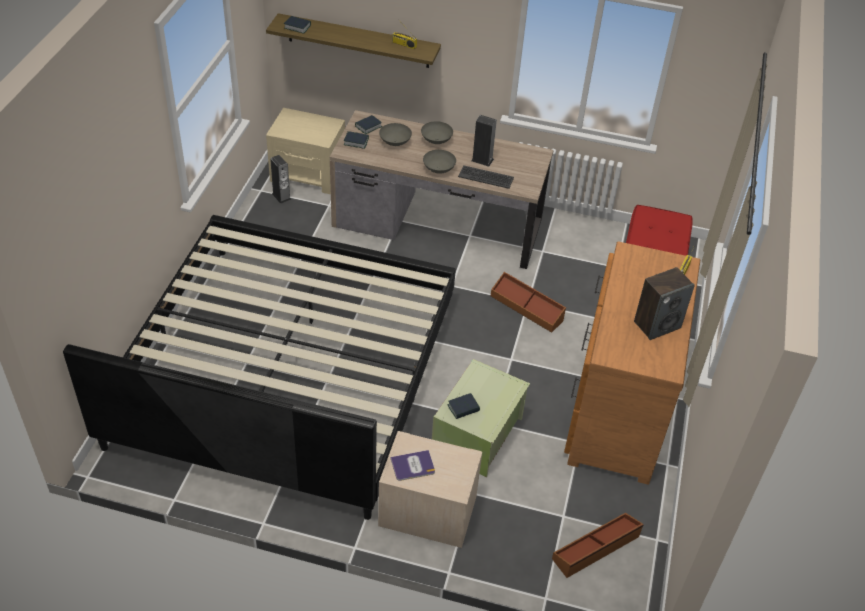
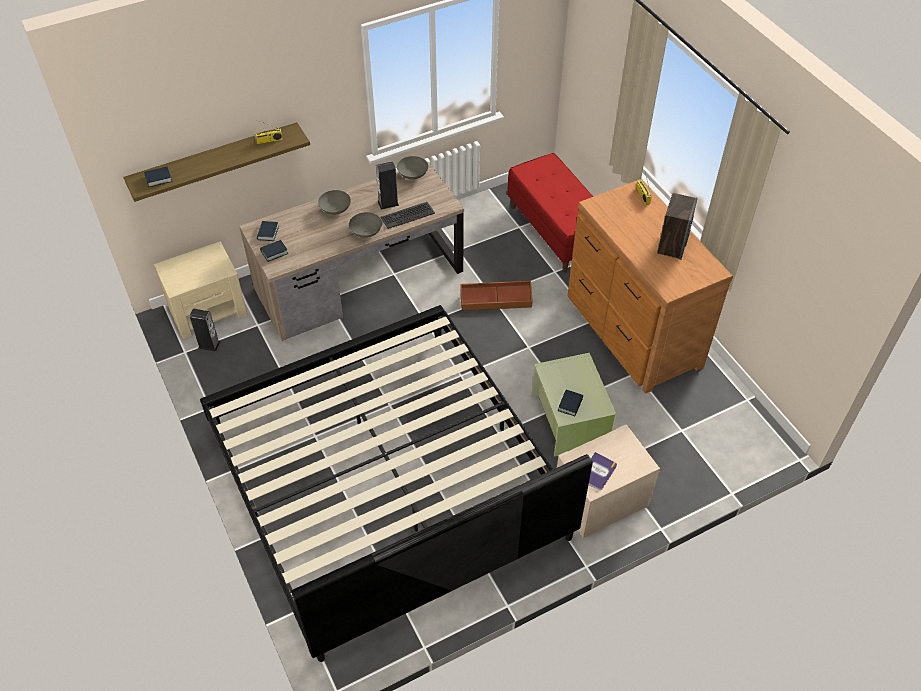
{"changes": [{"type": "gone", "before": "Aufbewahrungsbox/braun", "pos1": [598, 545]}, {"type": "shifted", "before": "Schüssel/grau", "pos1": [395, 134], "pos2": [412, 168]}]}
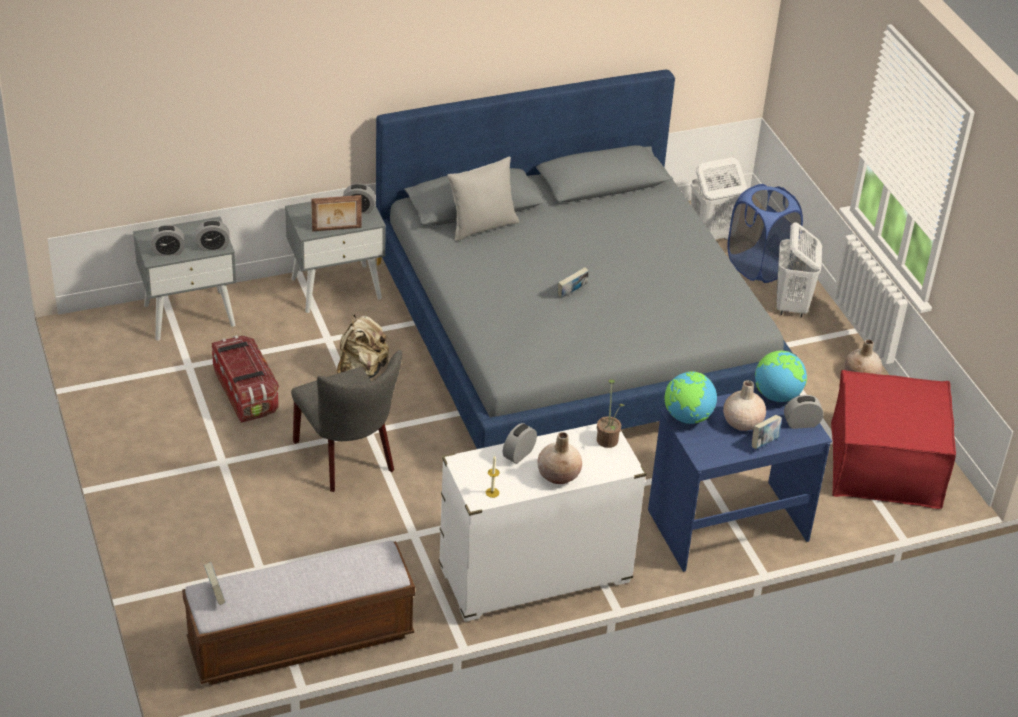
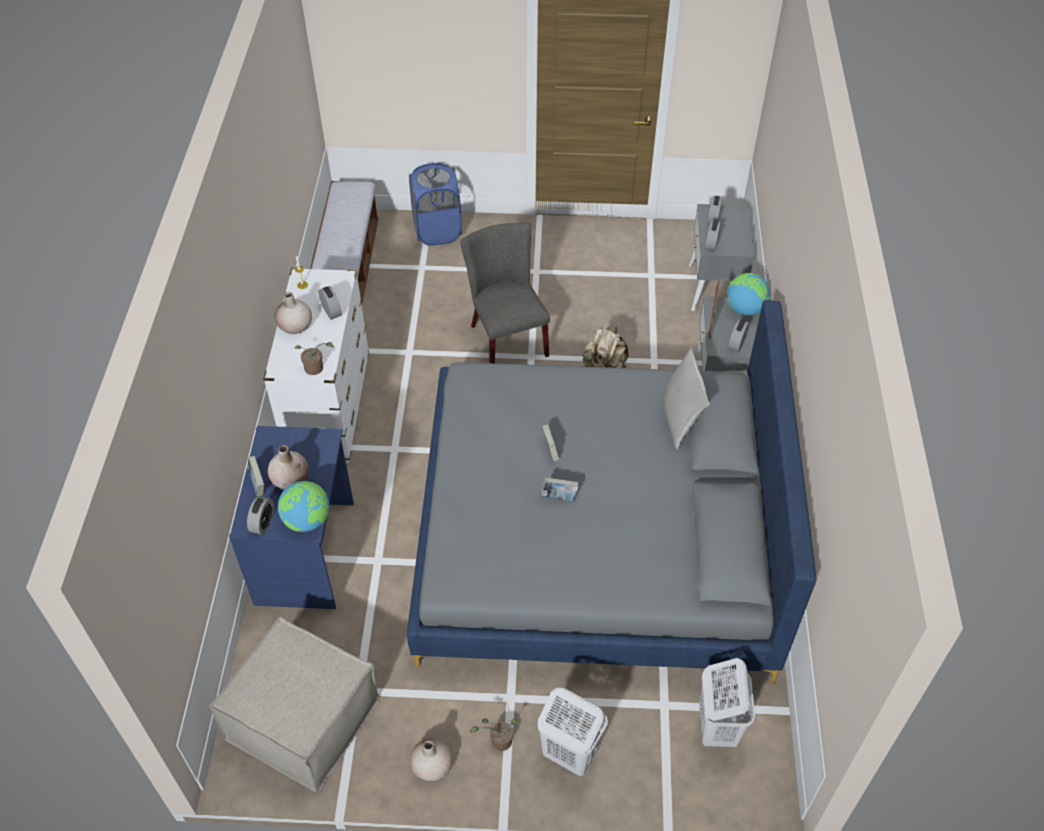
{"changes": [{"type": "gone", "before": "Aufbewahrungsbox", "pos1": [245, 379]}, {"type": "new", "after": "Topfpflanze", "pos2": [493, 734]}, {"type": "shifted", "before": "Buch", "pos1": [215, 583], "pos2": [560, 489]}, {"type": "shifted", "before": "Globus", "pos1": [691, 397], "pos2": [748, 294]}, {"type": "shifted", "before": "Wäschekorb/blau", "pos1": [765, 233], "pos2": [435, 204]}, {"type": "repainted", "before": "Polsterhocker/rot", "after": "Polsterhocker/beige", "pos1": [893, 439], "pos2": [294, 704]}, {"type": "rotated", "before": "Stuhl/grau", "pos1": [346, 421], "pos2": [505, 292], "turn": 75}]}
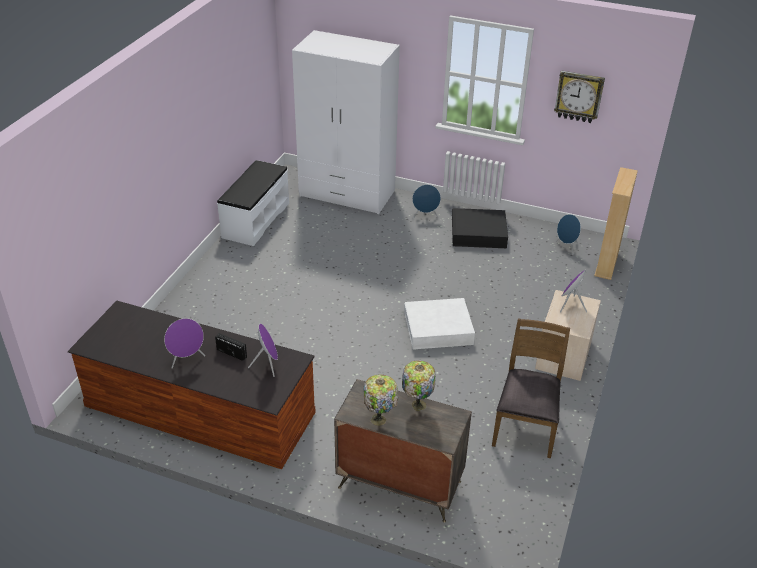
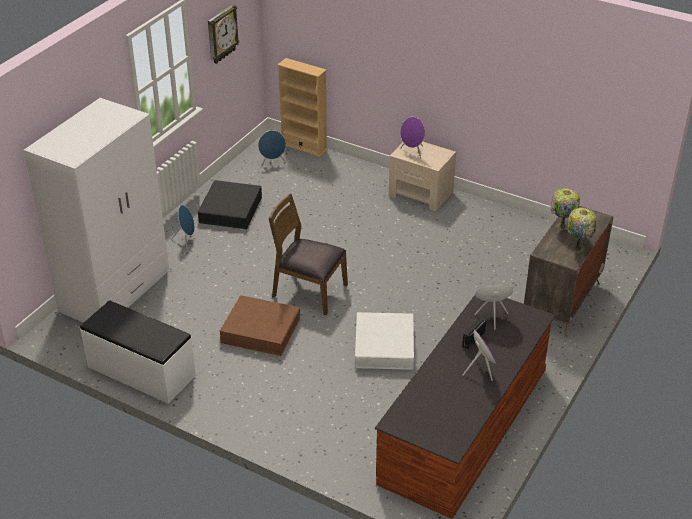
{"changes": [{"type": "new", "after": "Aufbewahrungsbox/braun", "pos2": [260, 325]}, {"type": "shifted", "before": "Aufbewahrungsbox/weiß", "pos1": [439, 323], "pos2": [384, 341]}, {"type": "shifted", "before": "Stuhl/braun", "pos1": [531, 388], "pos2": [308, 254]}]}
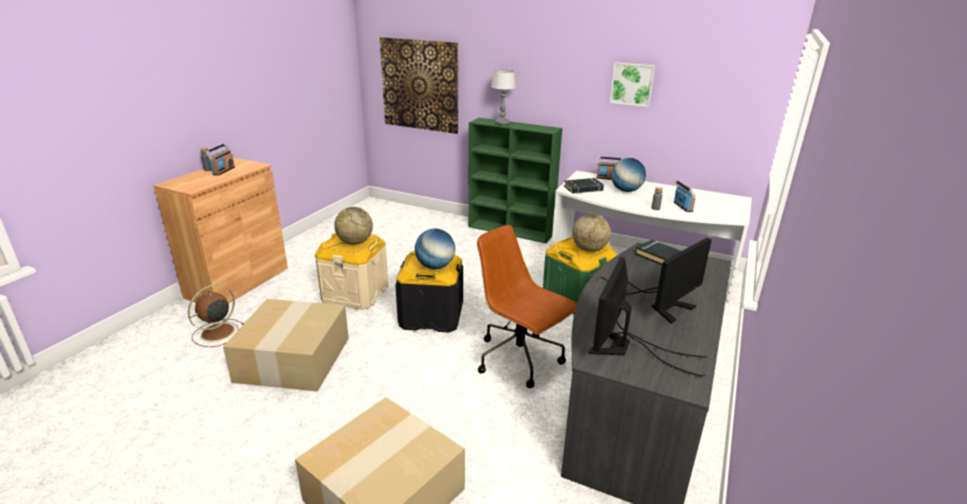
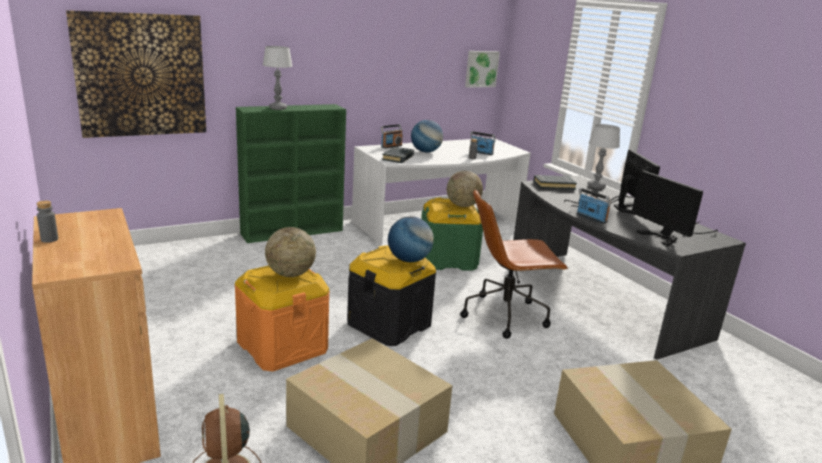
{"changes": [{"type": "new", "after": "Tischlampe", "pos2": [603, 156]}, {"type": "shifted", "before": "Radio", "pos1": [220, 160], "pos2": [594, 206]}, {"type": "shifted", "before": "Bild", "pos1": [632, 84], "pos2": [482, 69]}, {"type": "repainted", "before": "Aufbewahrungsbox/beige", "after": "Aufbewahrungsbox/orange", "pos1": [351, 271], "pos2": [282, 318]}]}
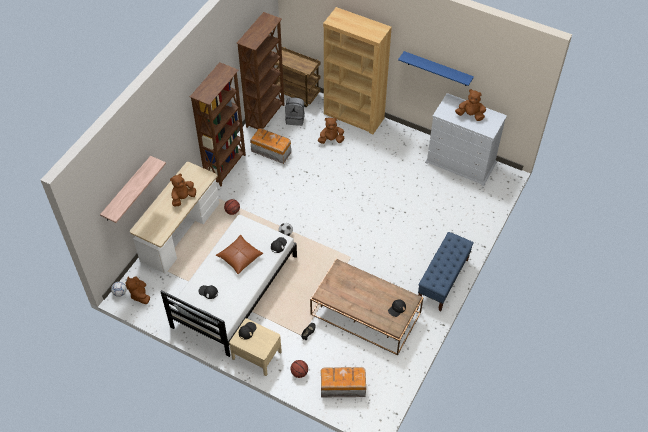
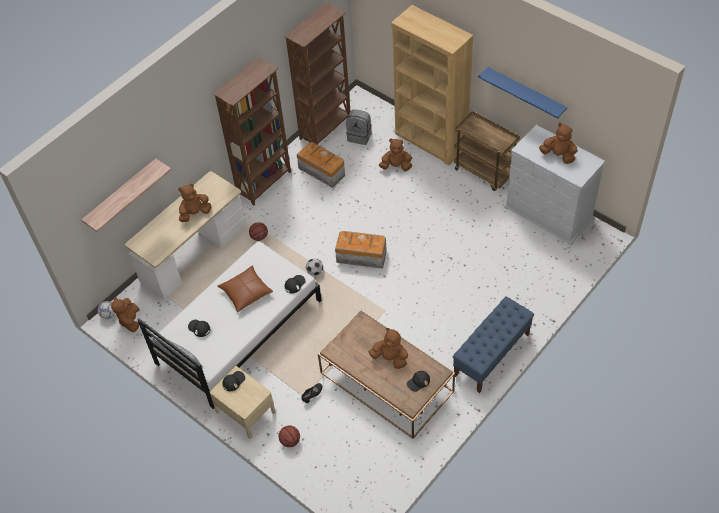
{"changes": [{"type": "new", "after": "Plüschtier/braun", "pos2": [388, 348]}, {"type": "shifted", "before": "Rollwagen/braun", "pos1": [297, 77], "pos2": [487, 151]}, {"type": "shifted", "before": "Aufbewahrungsbox", "pos1": [343, 382], "pos2": [361, 250]}]}
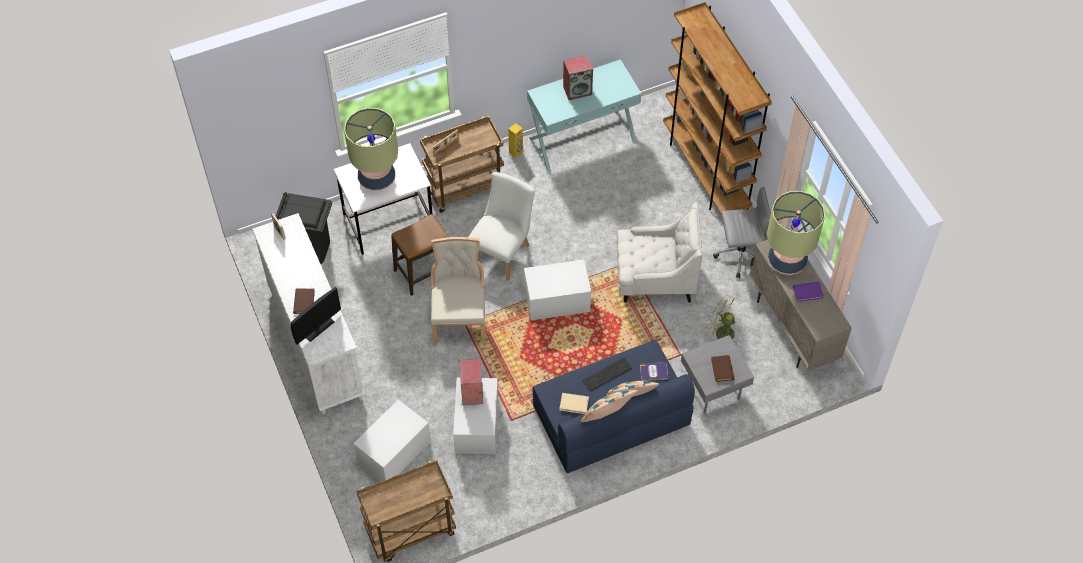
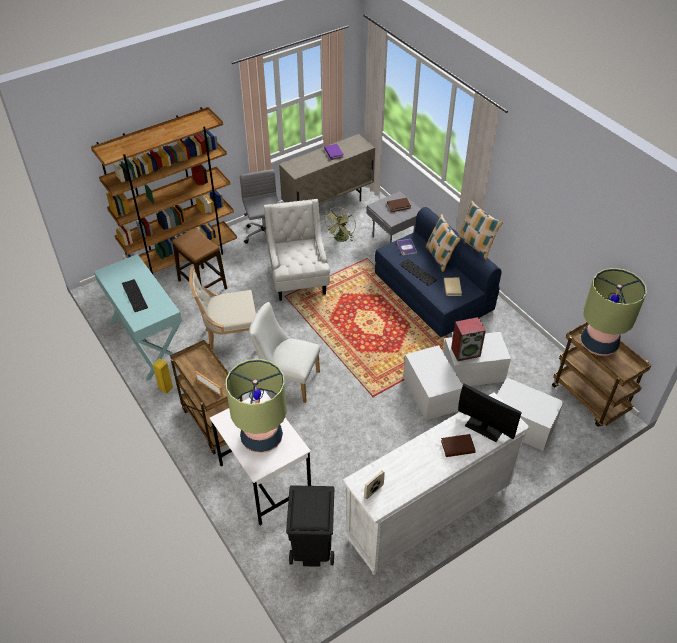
{"changes": [{"type": "shifted", "before": "Hocker", "pos1": [420, 255], "pos2": [199, 258]}, {"type": "shifted", "before": "Stuhl/beige", "pos1": [459, 291], "pos2": [222, 308]}, {"type": "shifted", "before": "Aufbewahrungsbox/weiß", "pos1": [557, 290], "pos2": [433, 383]}, {"type": "shifted", "before": "Tischlampe", "pos1": [796, 233], "pos2": [614, 312]}, {"type": "swapped", "before": "Lautsprecher", "after": "Tastatur", "pos1": [578, 77], "pos2": [135, 295]}]}
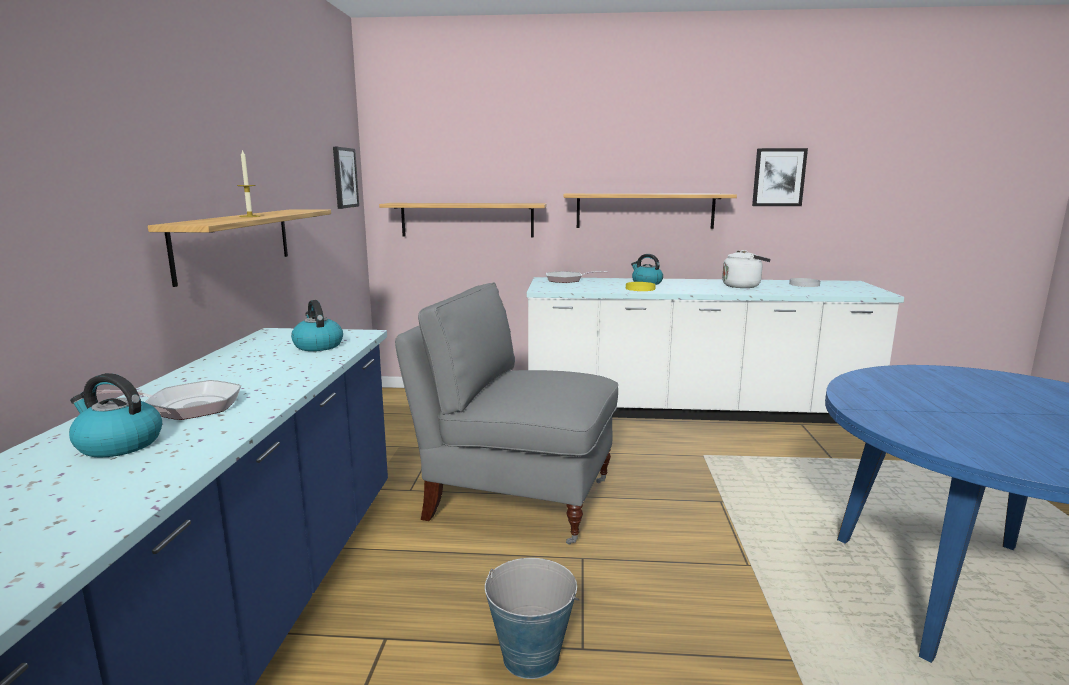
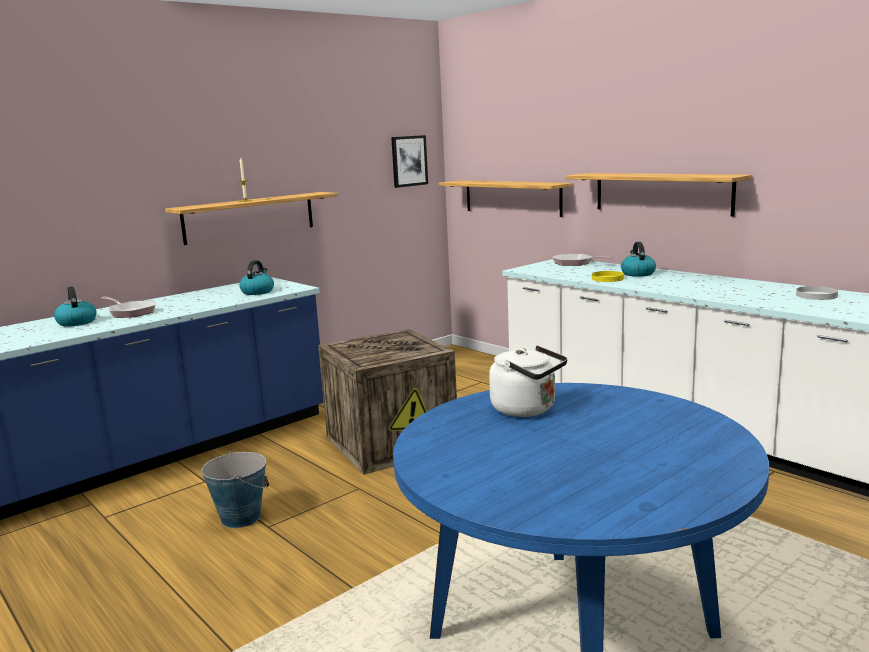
{"changes": [{"type": "gone", "before": "Bild", "pos1": [780, 177]}, {"type": "shifted", "before": "Wasserkessel/weiß", "pos1": [746, 269], "pos2": [528, 381]}, {"type": "swapped", "before": "Stuhl/grau", "after": "Kiste", "pos1": [506, 413], "pos2": [387, 402]}]}
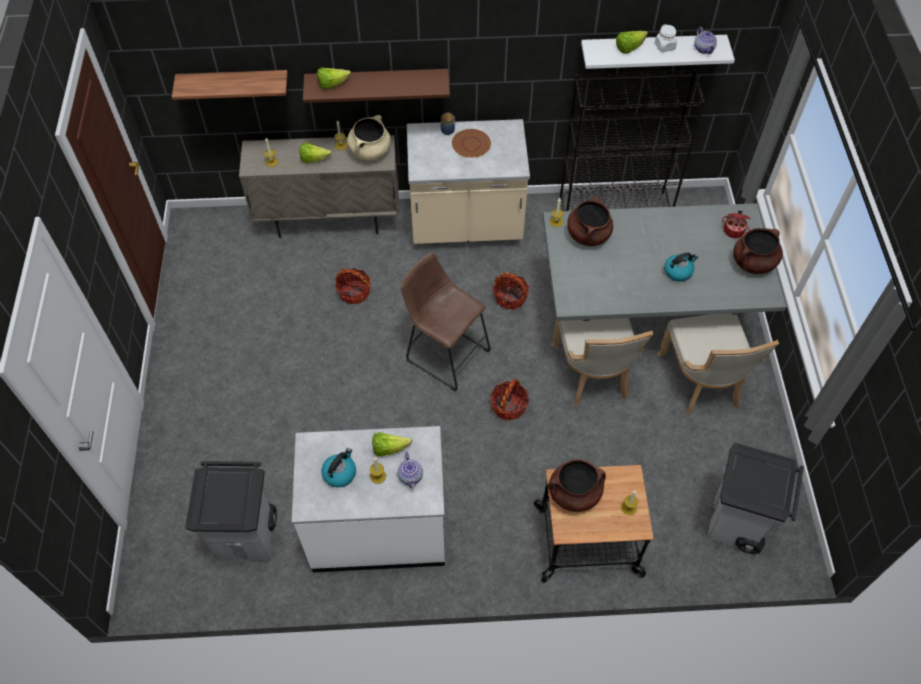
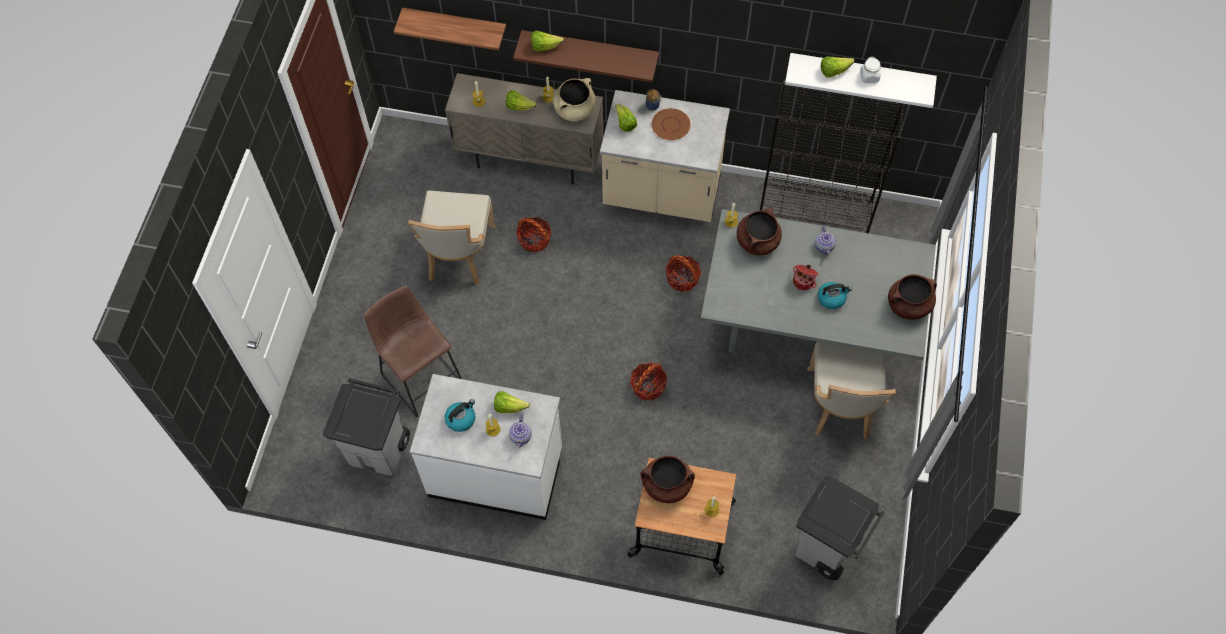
{"changes": [{"type": "new", "after": "Salatkopf", "pos2": [626, 118]}, {"type": "shifted", "before": "Hocker/braun", "pos1": [445, 321], "pos2": [413, 352]}, {"type": "shifted", "before": "Stuhl/beige", "pos1": [602, 362], "pos2": [452, 237]}, {"type": "shifted", "before": "Teekanne", "pos1": [705, 40], "pos2": [825, 240]}, {"type": "shifted", "before": "Kochtopf", "pos1": [736, 224], "pos2": [805, 277]}]}
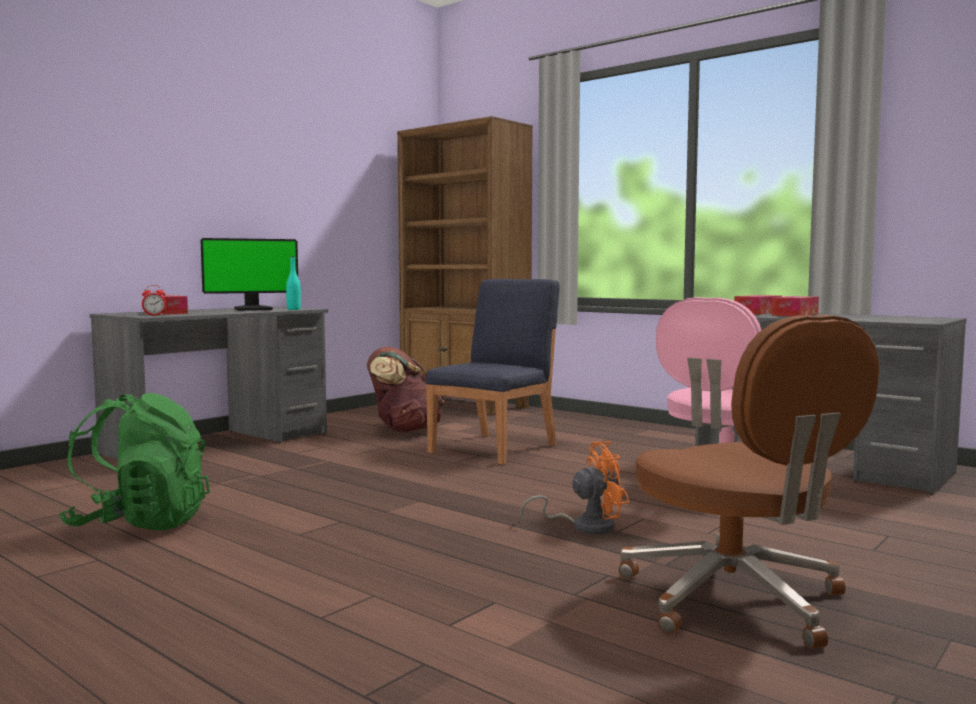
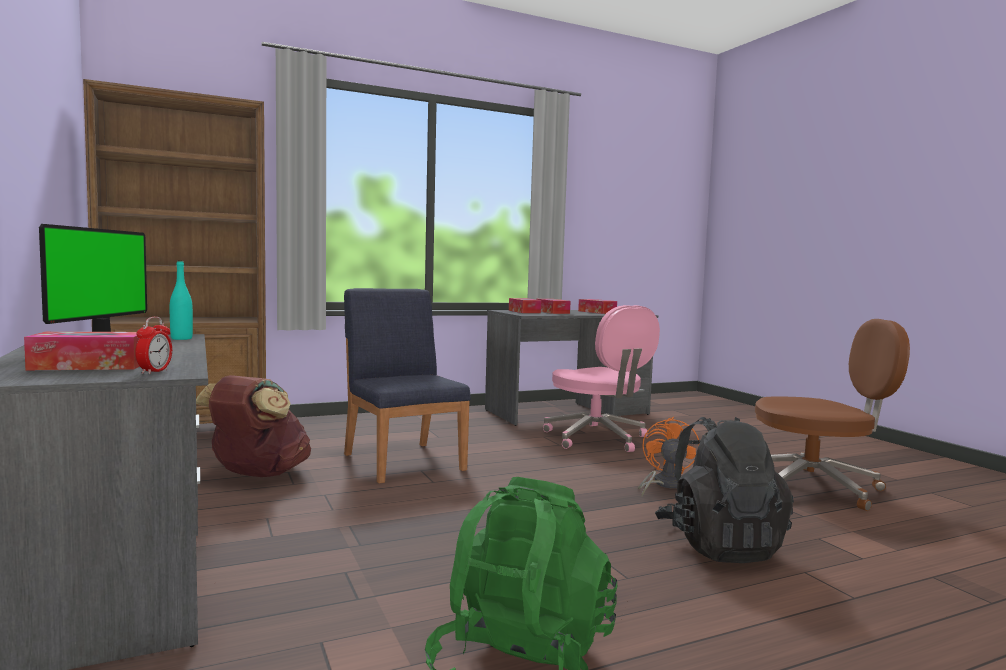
{"changes": [{"type": "new", "after": "Taschentuchbox", "pos2": [597, 306]}, {"type": "new", "after": "Rucksack/schwarz", "pos2": [724, 490]}]}
